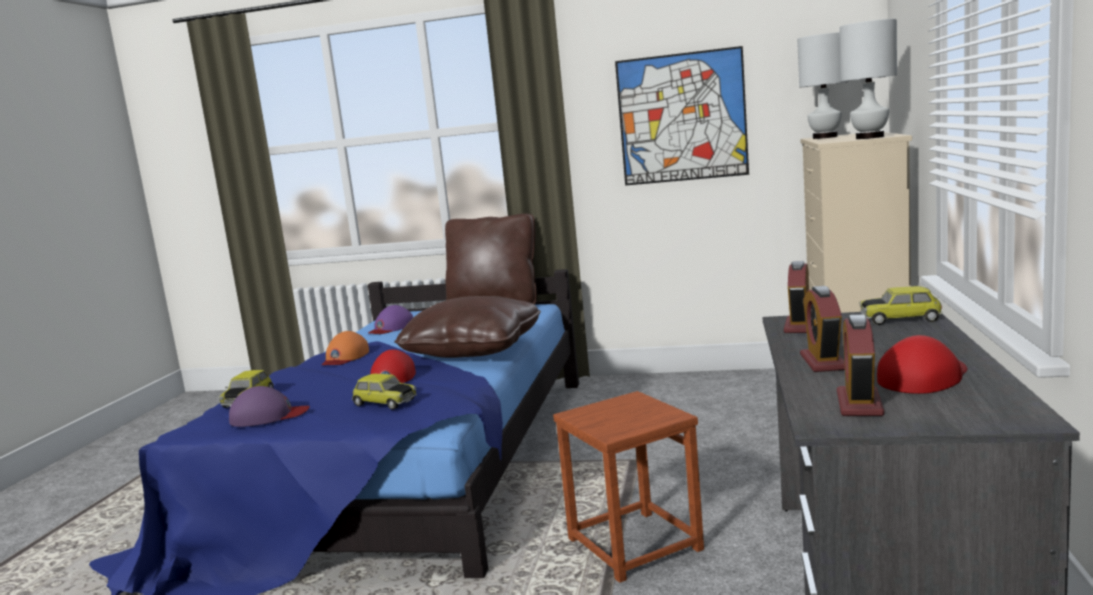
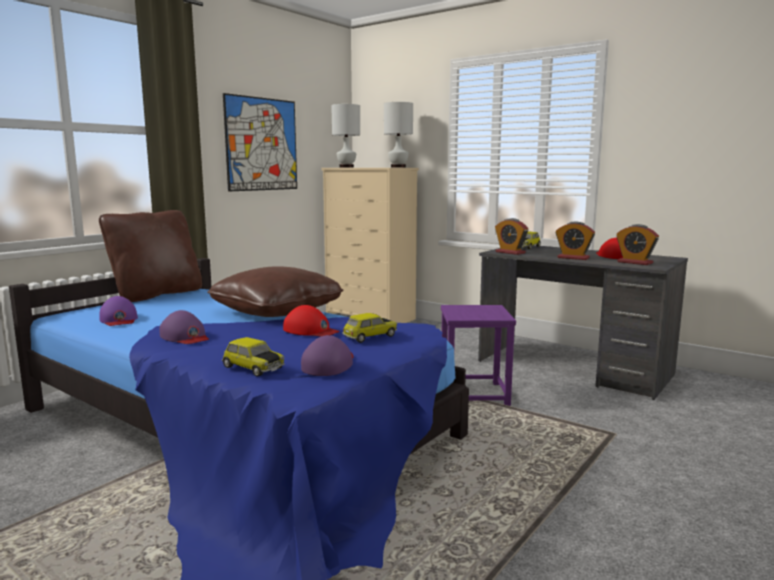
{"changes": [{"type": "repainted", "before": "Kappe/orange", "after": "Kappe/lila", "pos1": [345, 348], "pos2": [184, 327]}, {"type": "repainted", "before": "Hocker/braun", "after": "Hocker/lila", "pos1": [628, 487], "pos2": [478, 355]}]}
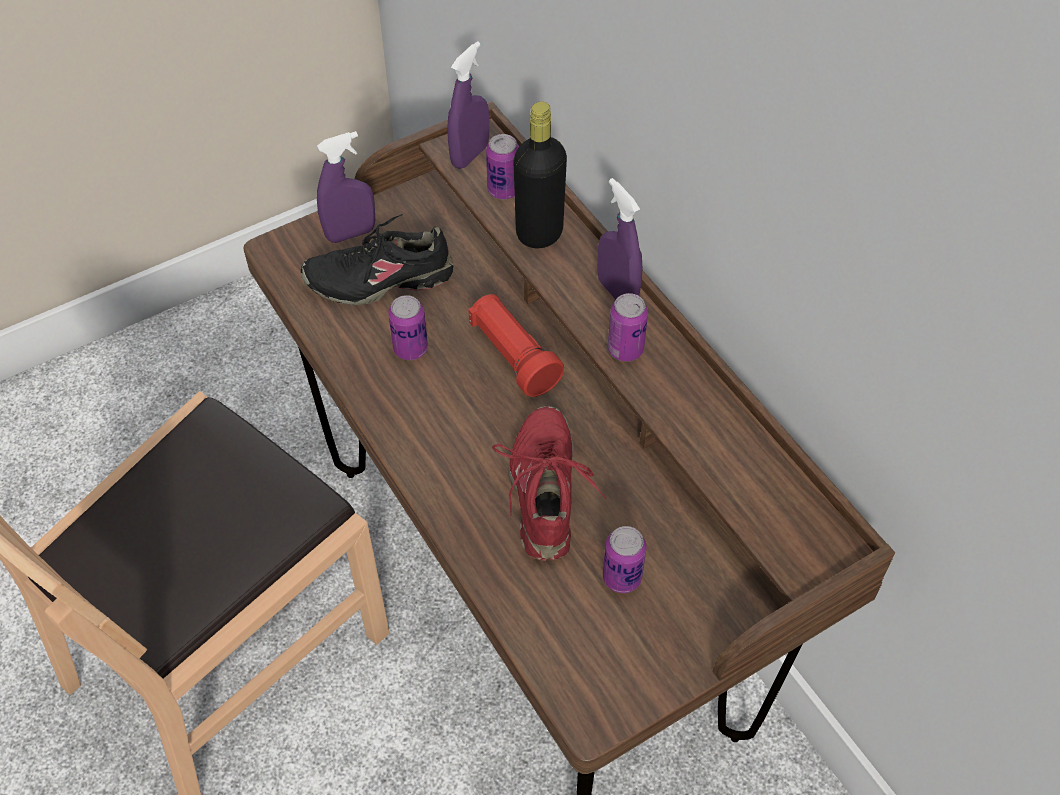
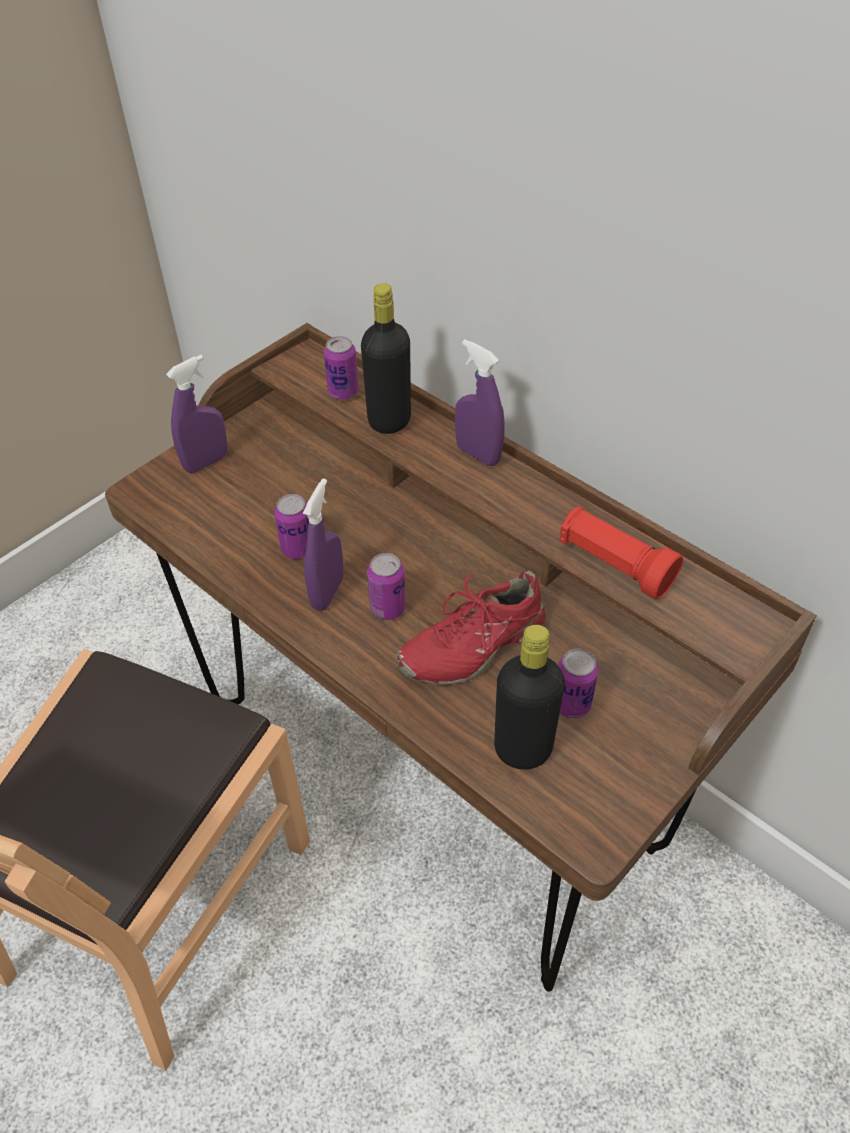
{"changes": [{"type": "gone", "before": "Schuh/schwarz", "pos1": [377, 259]}, {"type": "new", "after": "Flasche/schwarz", "pos2": [529, 697]}, {"type": "shifted", "before": "Sprühflasche/lila", "pos1": [468, 105], "pos2": [323, 544]}, {"type": "shifted", "before": "Taschenlampe/rot", "pos1": [516, 345], "pos2": [621, 552]}, {"type": "shifted", "before": "Dose", "pos1": [628, 327], "pos2": [386, 586]}, {"type": "rotated", "before": "Schuh/rot", "pos1": [549, 483], "pos2": [470, 627], "turn": -105}]}
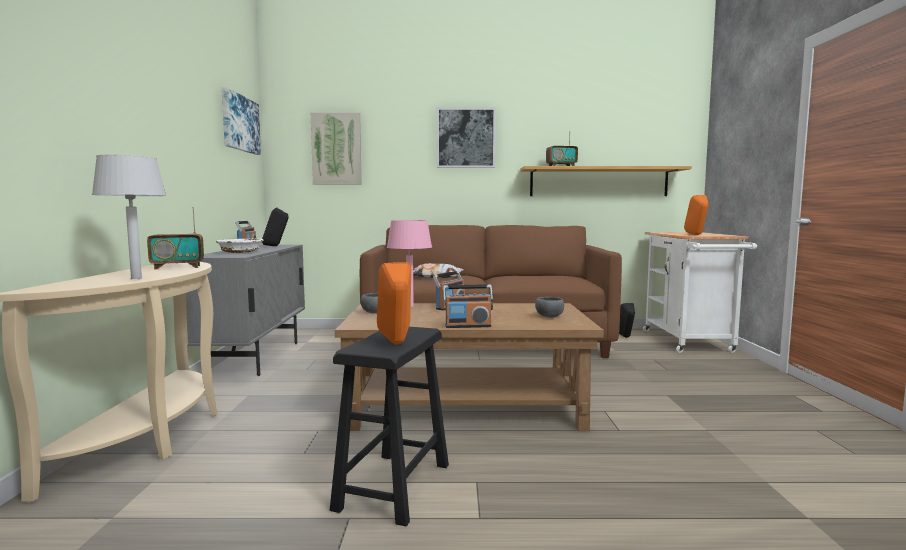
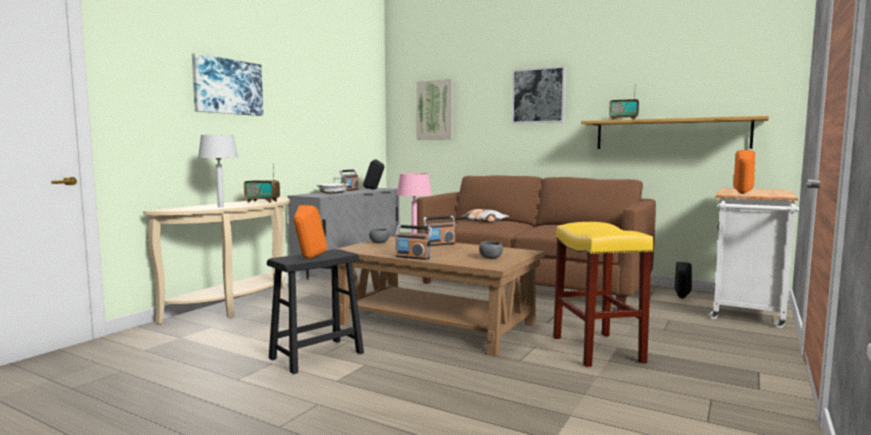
{"changes": [{"type": "new", "after": "Hocker/gelb", "pos2": [603, 294]}, {"type": "shifted", "before": "Bild", "pos1": [241, 121], "pos2": [227, 84]}]}
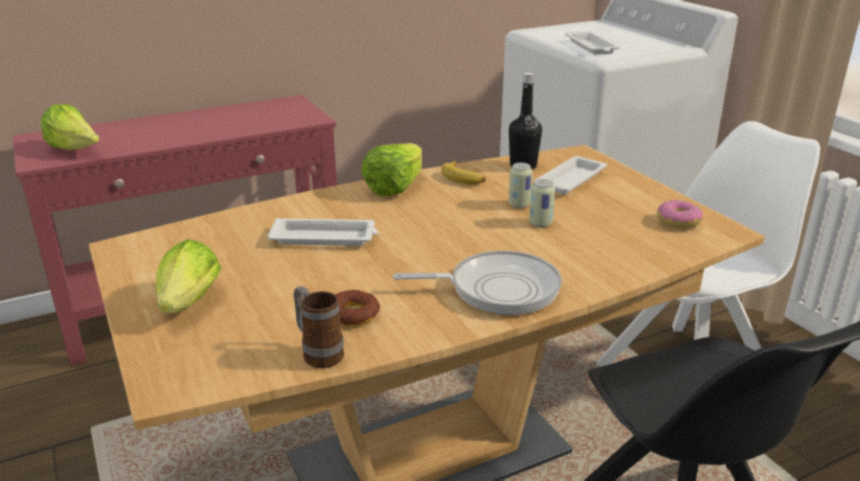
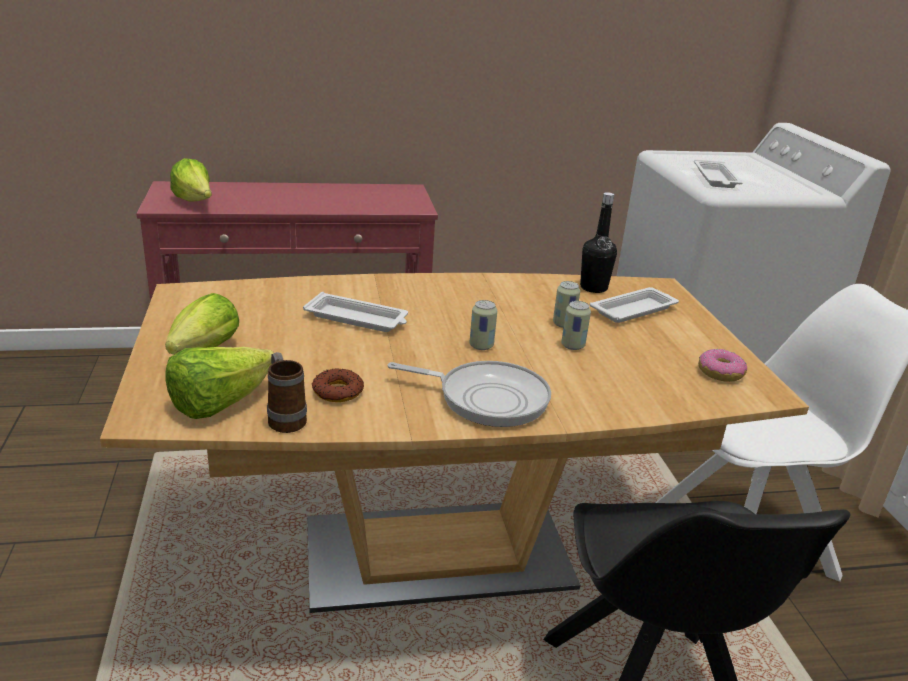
{"changes": [{"type": "gone", "before": "Banane", "pos1": [463, 173]}, {"type": "new", "after": "Dose", "pos2": [483, 325]}, {"type": "shifted", "before": "Salatkopf", "pos1": [391, 169], "pos2": [219, 383]}]}
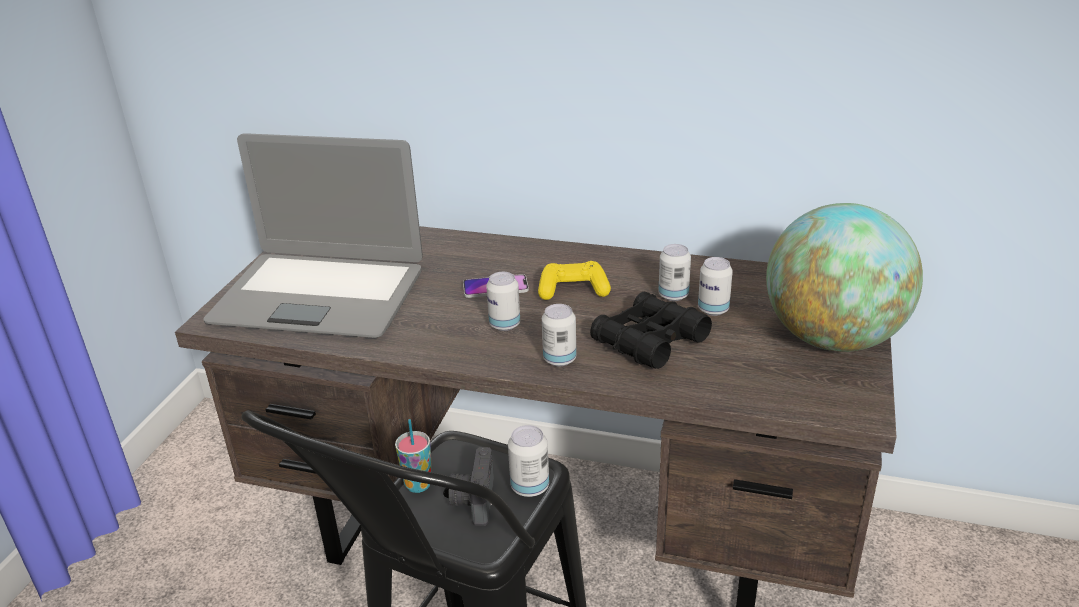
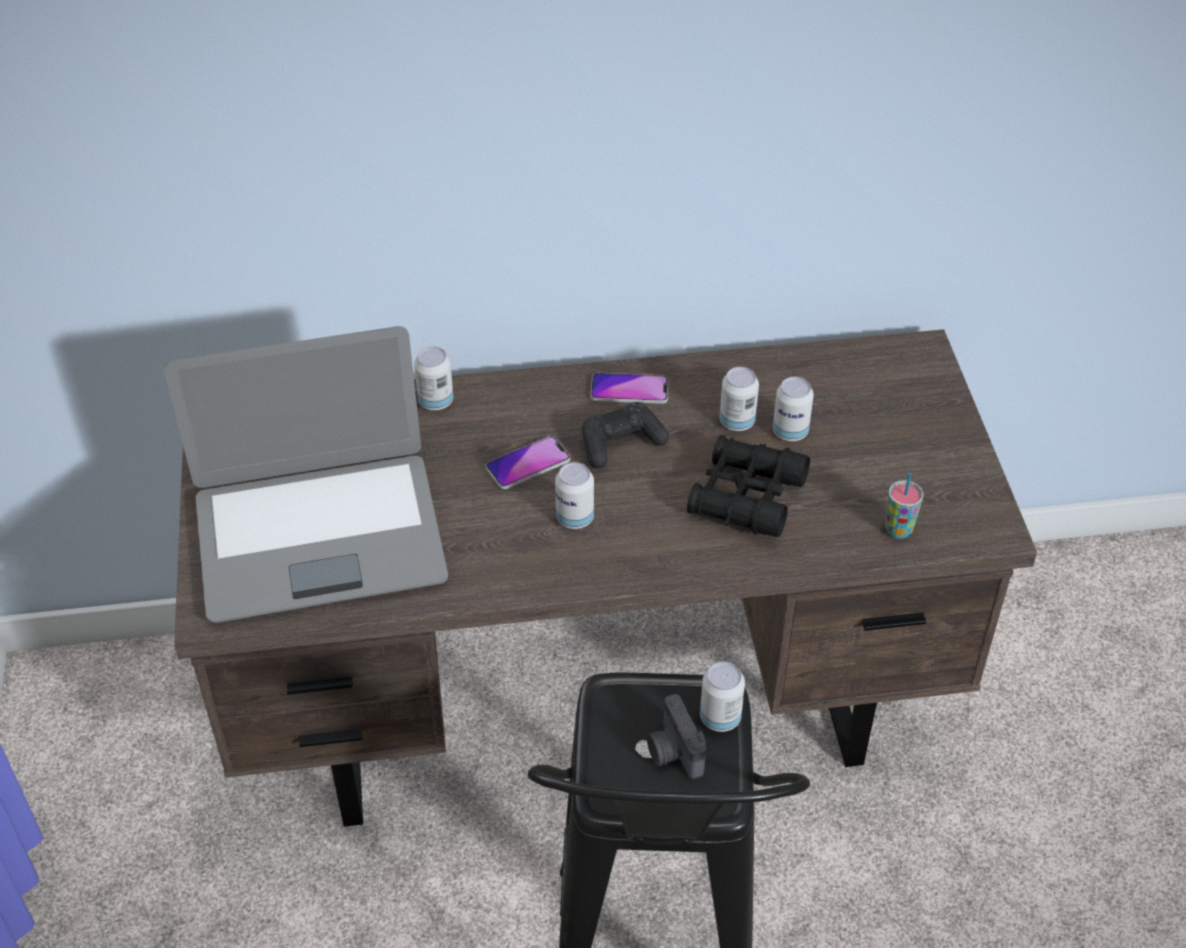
{"changes": [{"type": "gone", "before": "Globus", "pos1": [844, 277]}, {"type": "new", "after": "Handy", "pos2": [629, 388]}, {"type": "shifted", "before": "Tasse", "pos1": [413, 456], "pos2": [904, 506]}, {"type": "shifted", "before": "Dose", "pos1": [559, 335], "pos2": [433, 378]}, {"type": "repainted", "before": "Gamepad/gelb", "after": "Gamepad/schwarz", "pos1": [574, 280], "pos2": [625, 435]}]}
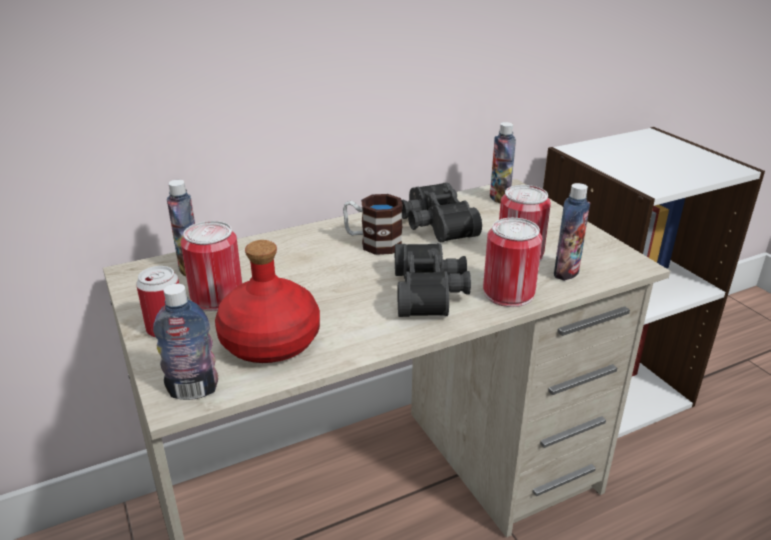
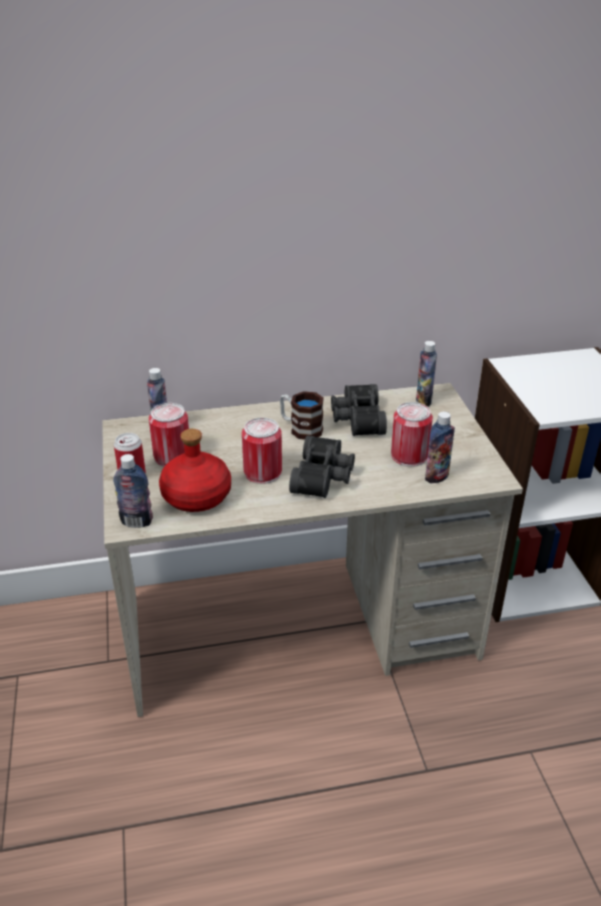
{"changes": [{"type": "shifted", "before": "Dose", "pos1": [512, 262], "pos2": [262, 451]}]}
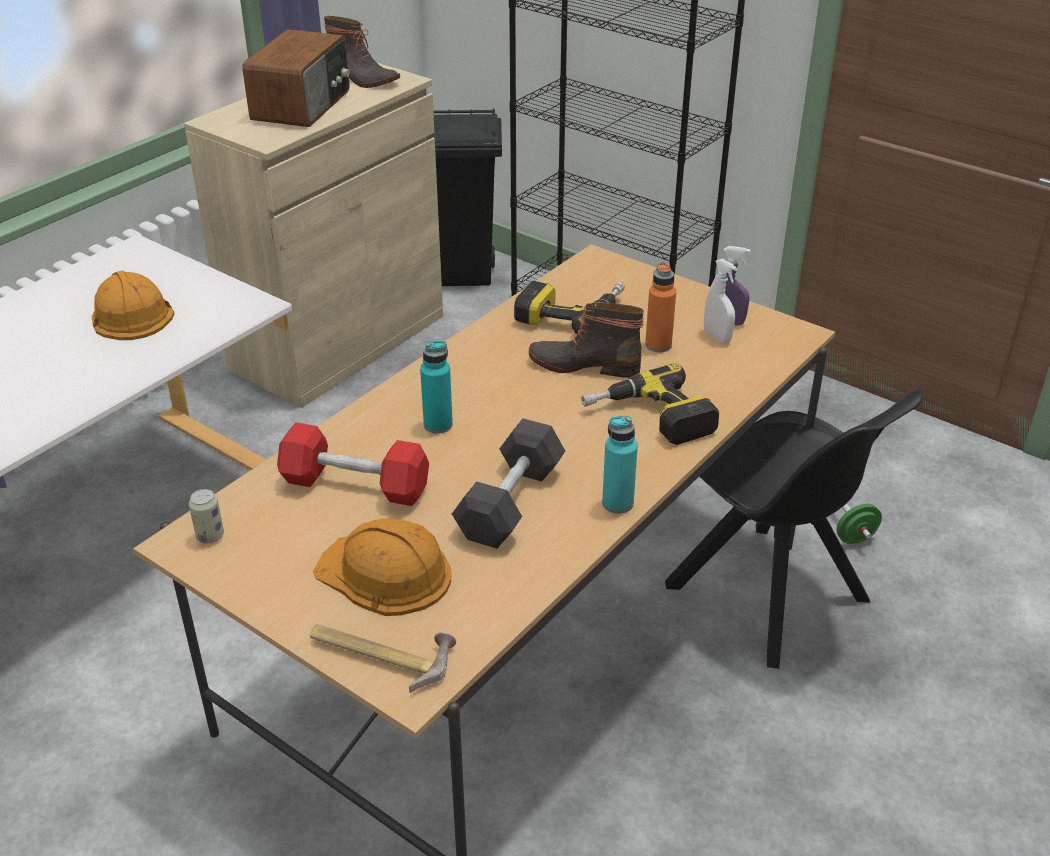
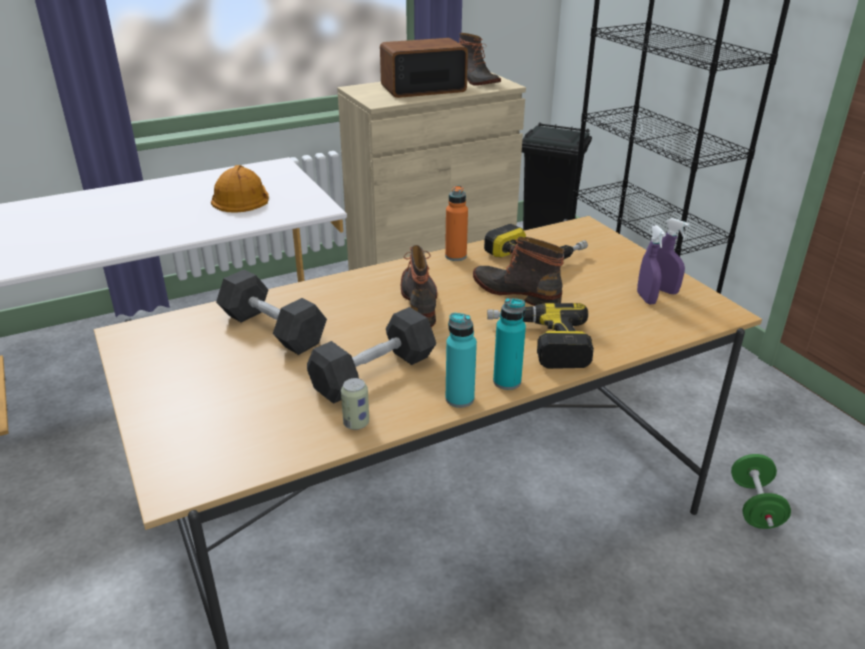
{"changes": [{"type": "gone", "before": "Hammer", "pos1": [383, 658]}, {"type": "gone", "before": "Schutzhelm/orange", "pos1": [382, 567]}, {"type": "gone", "before": "Stuhl/schwarz", "pos1": [794, 529]}, {"type": "new", "after": "Stiefel", "pos2": [419, 286]}, {"type": "shifted", "before": "Dose", "pos1": [206, 516], "pos2": [355, 404]}, {"type": "shifted", "before": "Flasche/türkis", "pos1": [436, 387], "pos2": [509, 344]}, {"type": "shifted", "before": "Flasche/orange", "pos1": [660, 307], "pos2": [456, 223]}, {"type": "repainted", "before": "Hantel/rot", "after": "Hantel/schwarz", "pos1": [353, 464], "pos2": [271, 312]}, {"type": "repainted", "before": "Sprühflasche/weiß", "after": "Sprühflasche/lila", "pos1": [720, 301], "pos2": [651, 264]}, {"type": "rotated", "before": "Radio", "pos1": [296, 78], "pos2": [424, 68], "turn": -150}]}
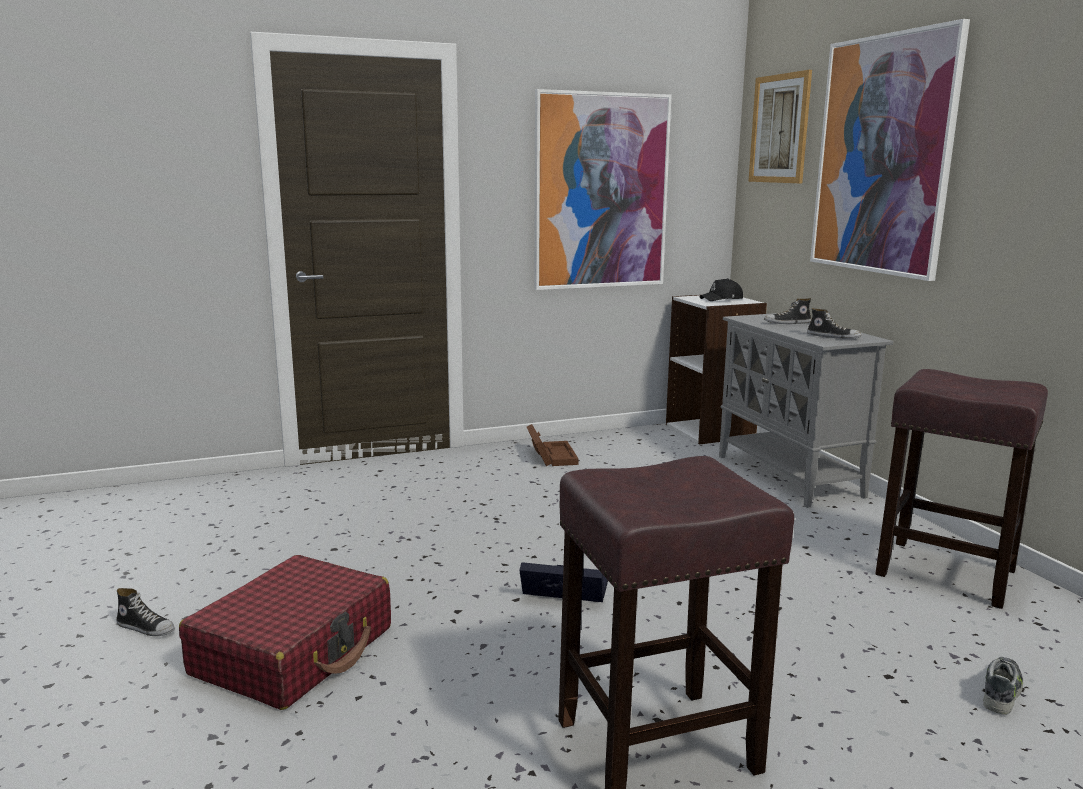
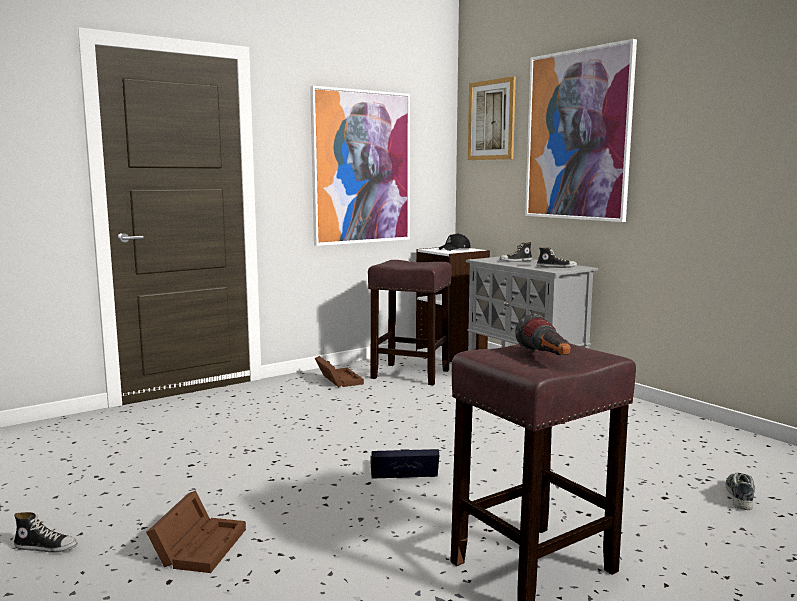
{"changes": [{"type": "new", "after": "Taschenlampe", "pos2": [543, 334]}, {"type": "shifted", "before": "Hocker/braun", "pos1": [961, 489], "pos2": [410, 322]}, {"type": "swapped", "before": "Koffer/rot", "after": "Aufbewahrungsbox/braun", "pos1": [285, 632], "pos2": [196, 531]}]}
